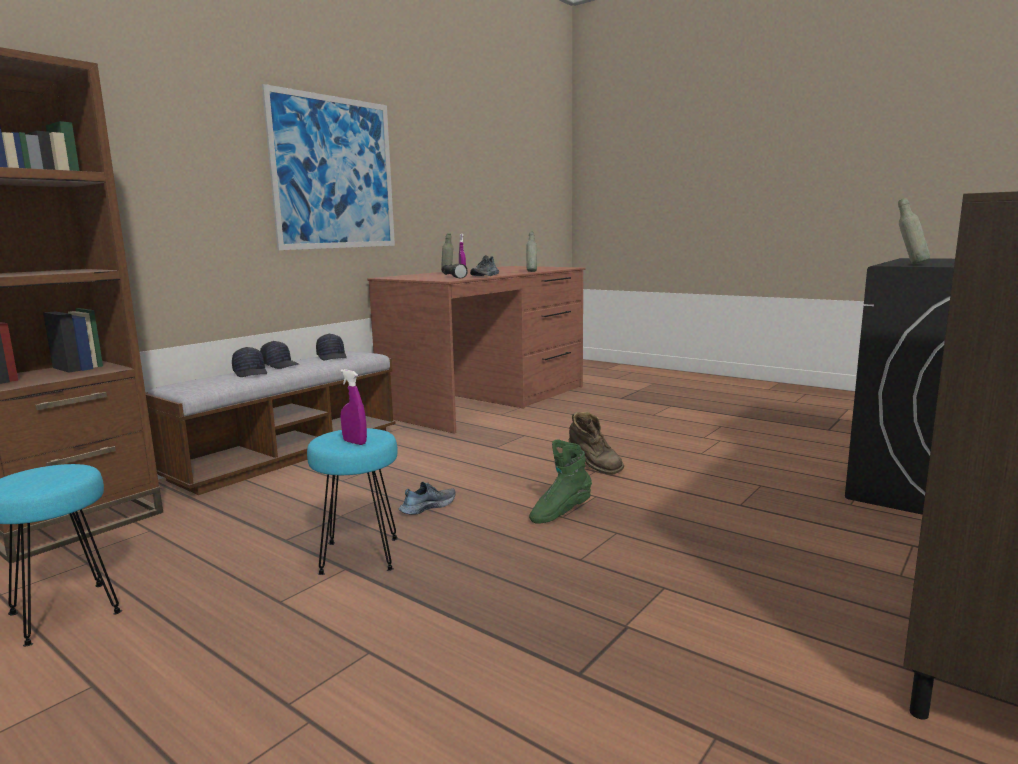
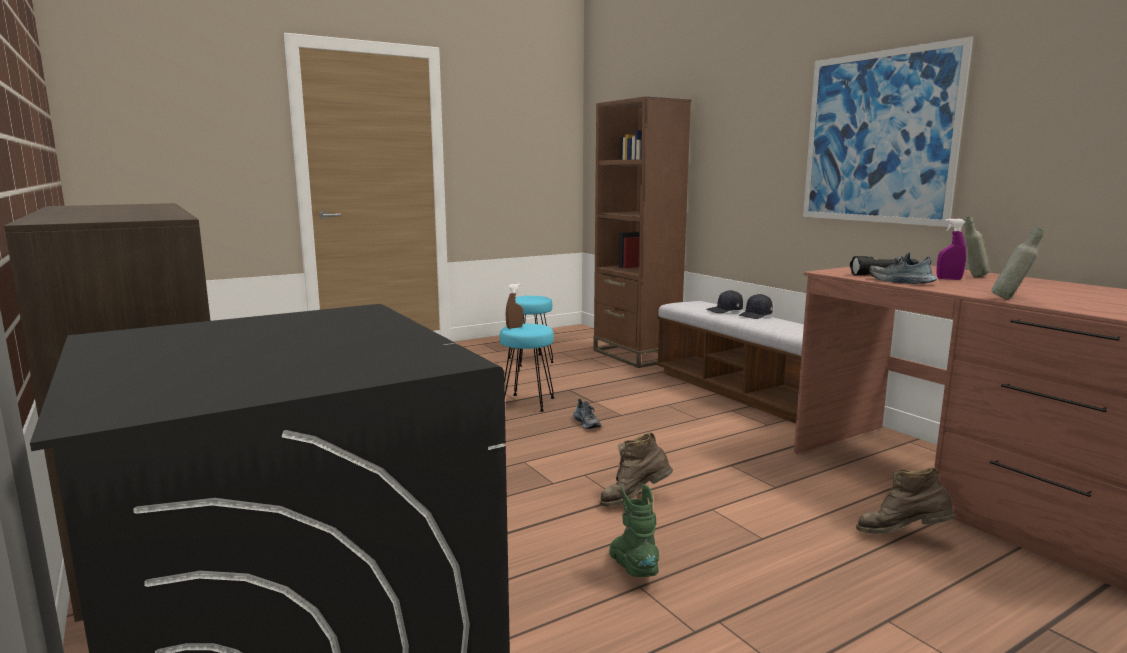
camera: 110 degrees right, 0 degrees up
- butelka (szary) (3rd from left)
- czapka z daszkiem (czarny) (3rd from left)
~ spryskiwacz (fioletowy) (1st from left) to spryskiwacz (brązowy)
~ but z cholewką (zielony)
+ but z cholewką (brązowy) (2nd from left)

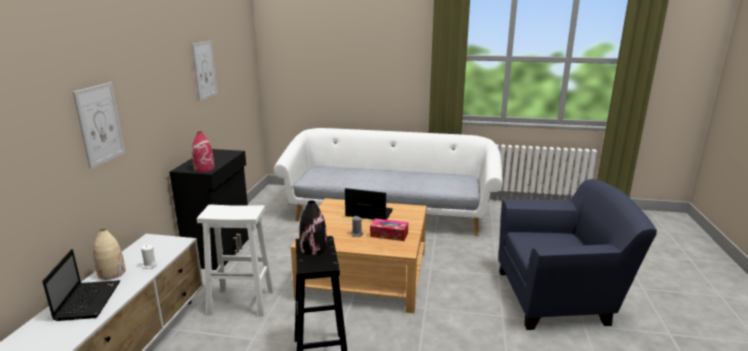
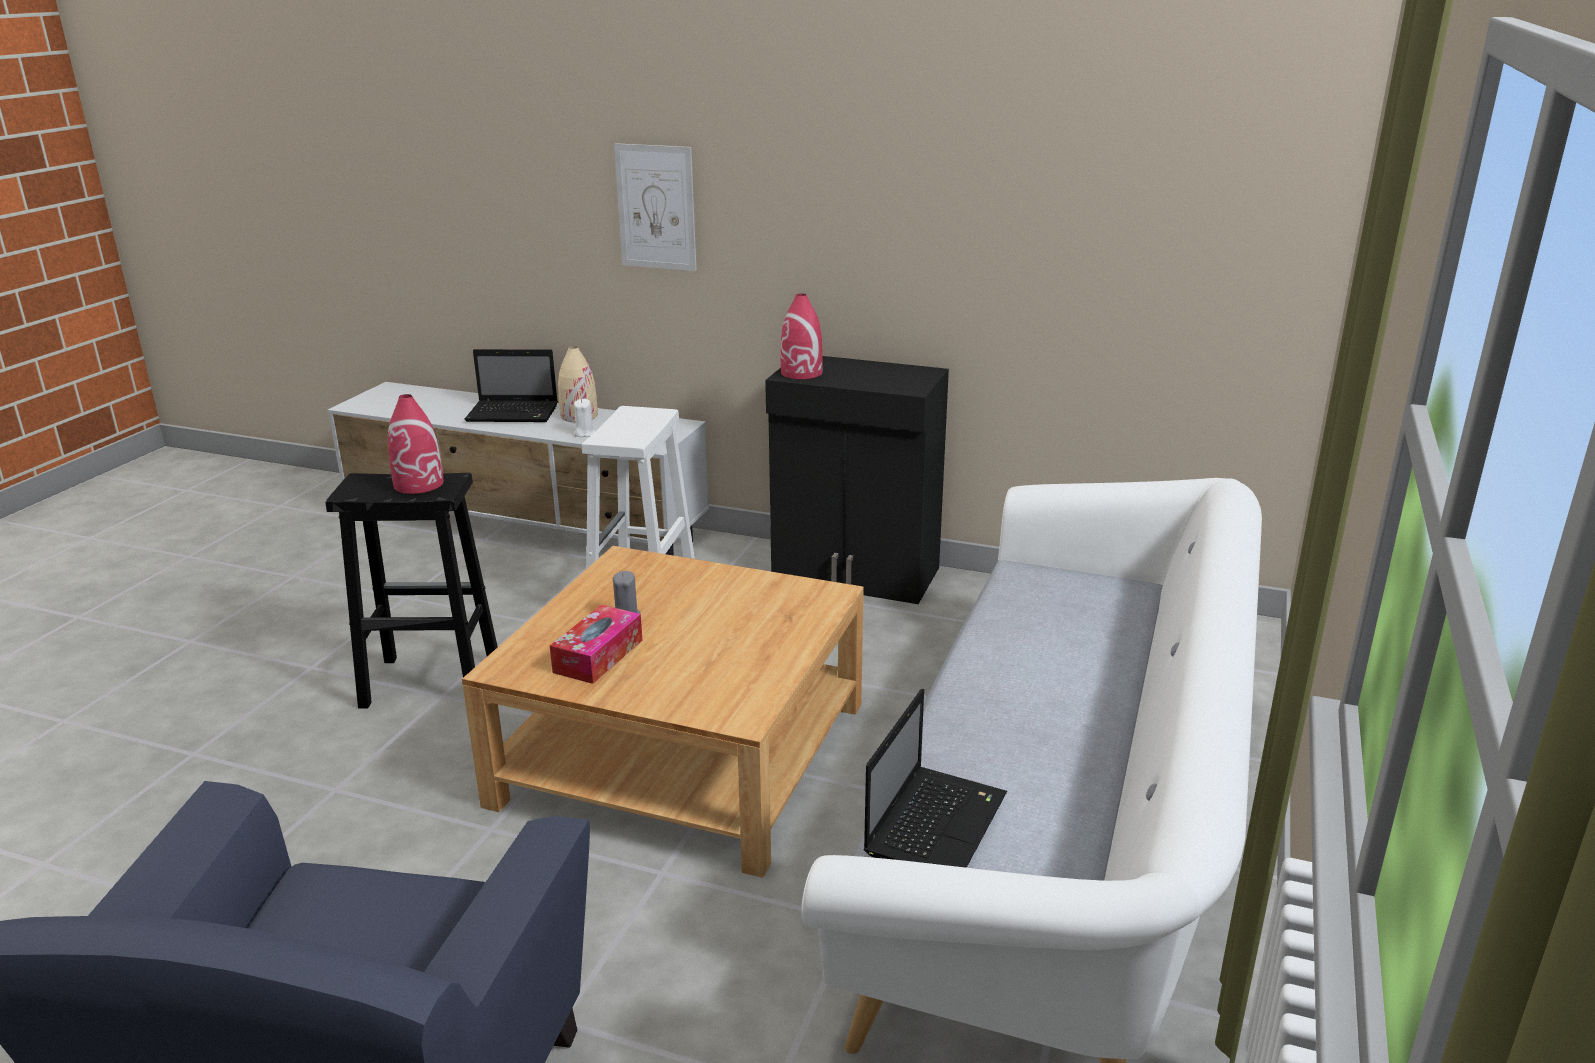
camera: 100 degrees right, 5 degrees up
- obraz (2nd from left)
~ laptop (2nd from left)
~ wazon (czarny) to wazon (czerwony) (1st from left)

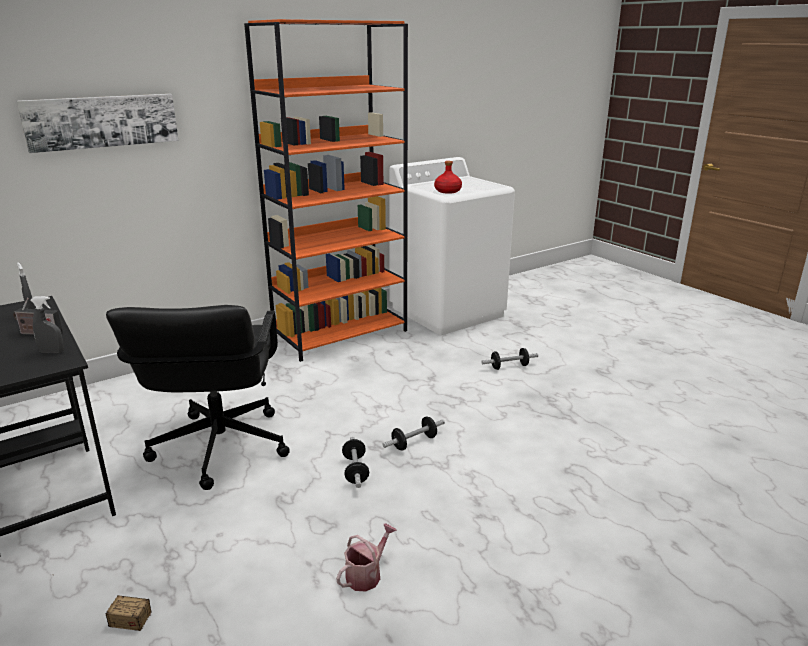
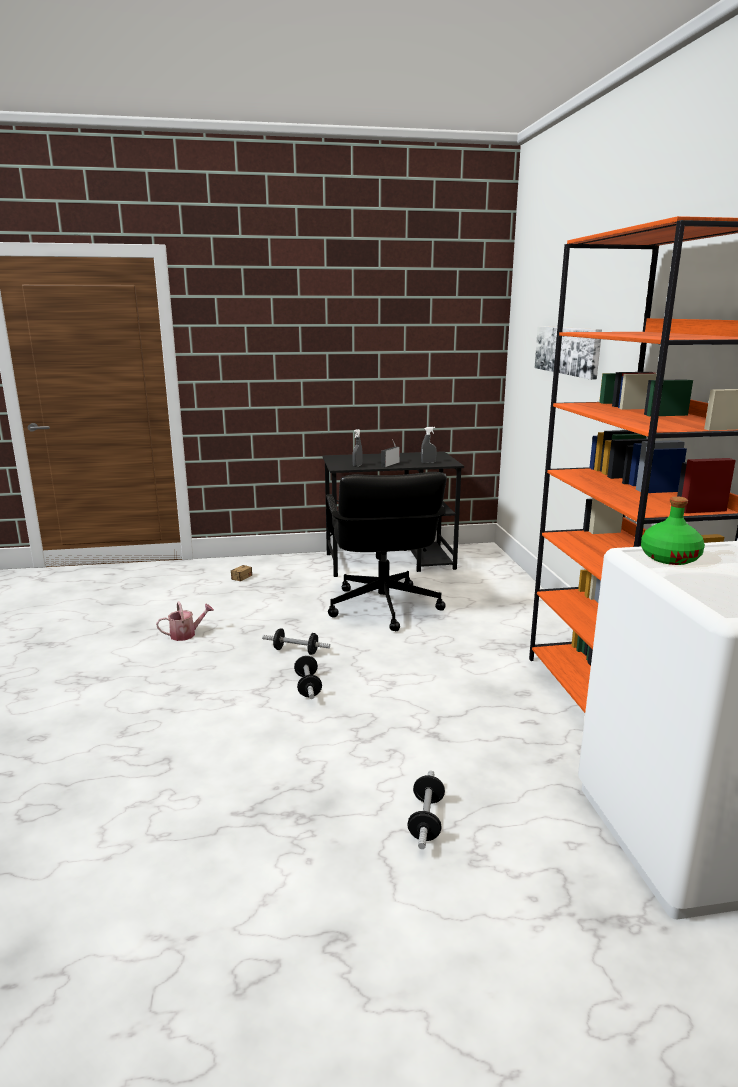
camera: 115 degrees right, 5 degrees down
~ butelka (czerwony) to butelka (zielony)
~ krzesło biurowe (czarny) 120 degrees counterclockwise
~ konewka 90 degrees counterclockwise

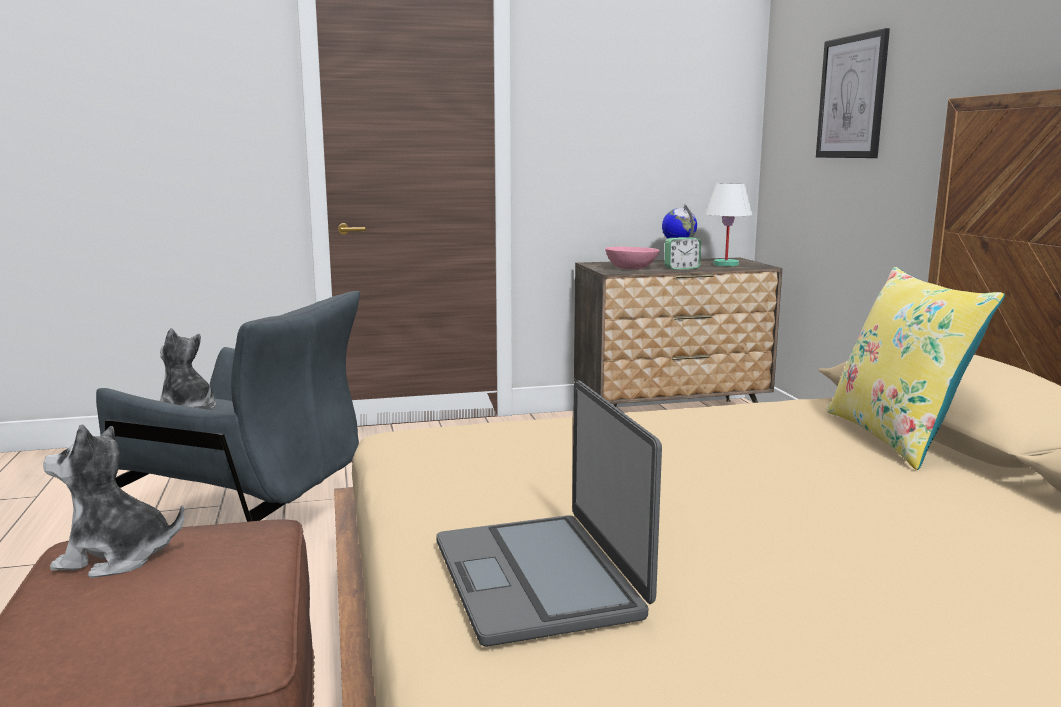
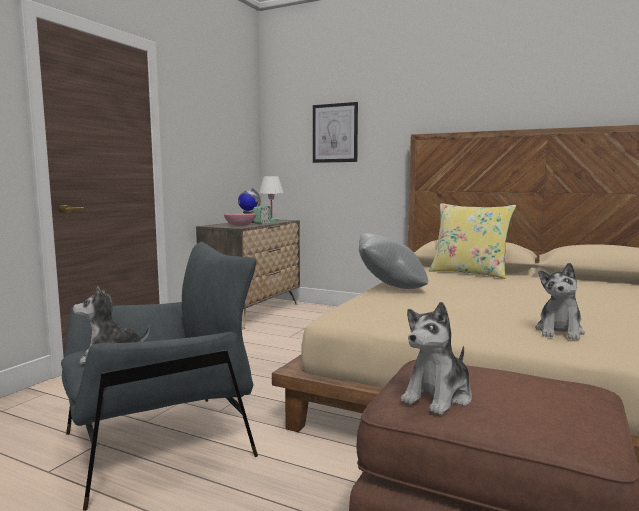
camera: 50 degrees left, 5 degrees down
~ laptop to pluszak (3rd from left)
+ poduszka (szary)

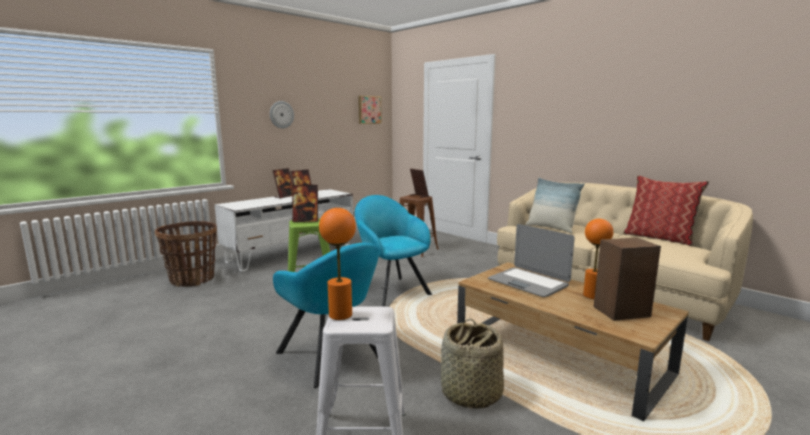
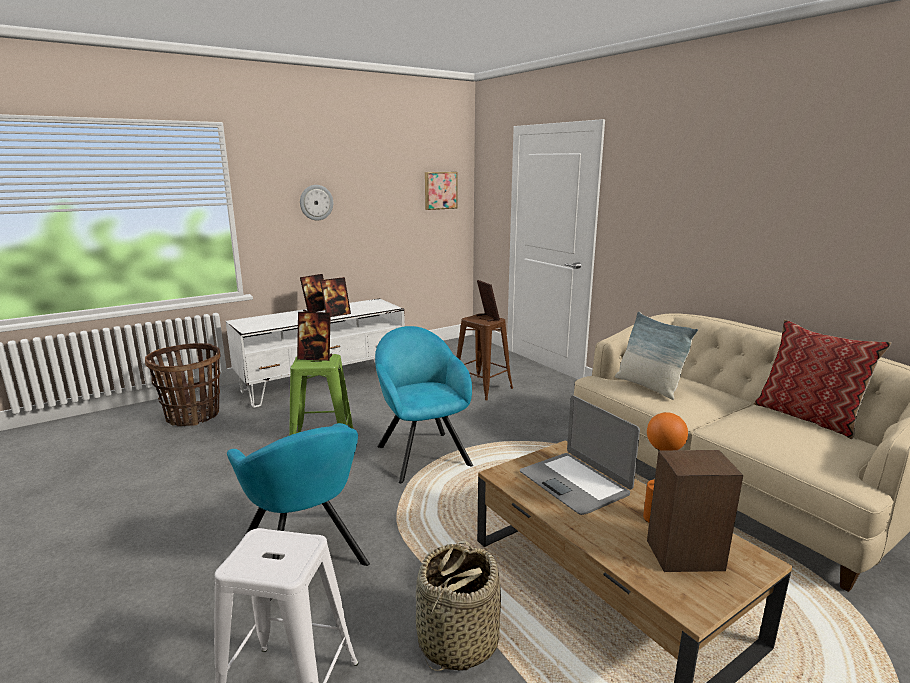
camera: 10 degrees right, 5 degrees up
- lampa stołowa (pomarańczowy) (1st from left)

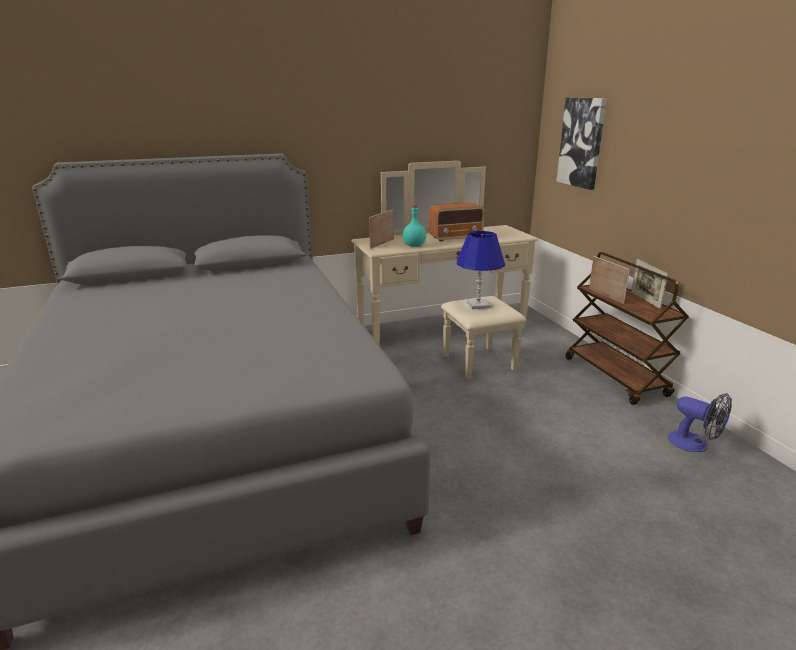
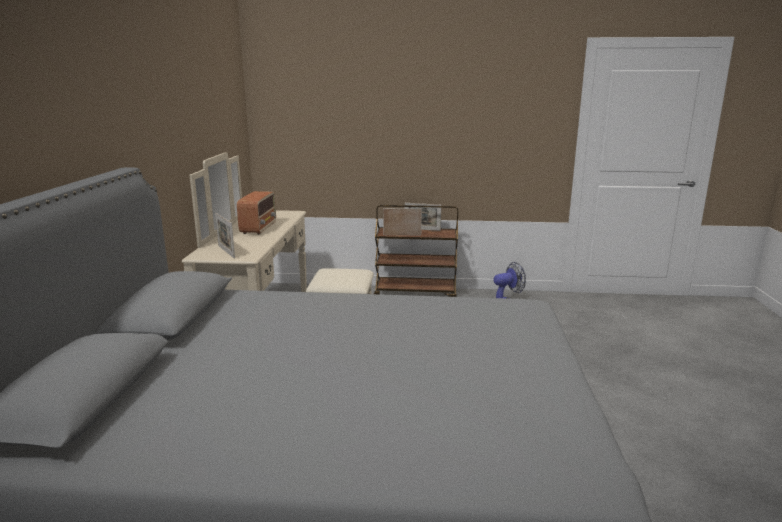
camera: 65 degrees left, 5 degrees down
- obraz
- butelka (turkusowy)
- lampa stołowa (niebieski)

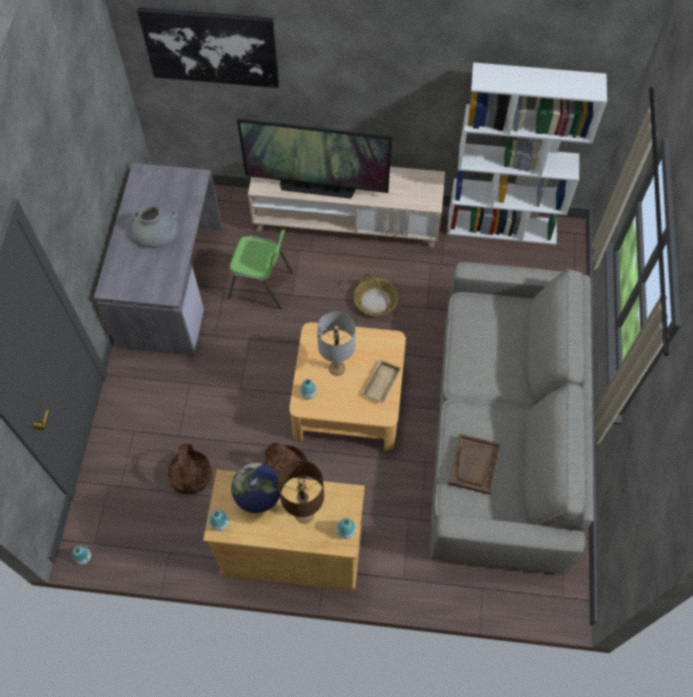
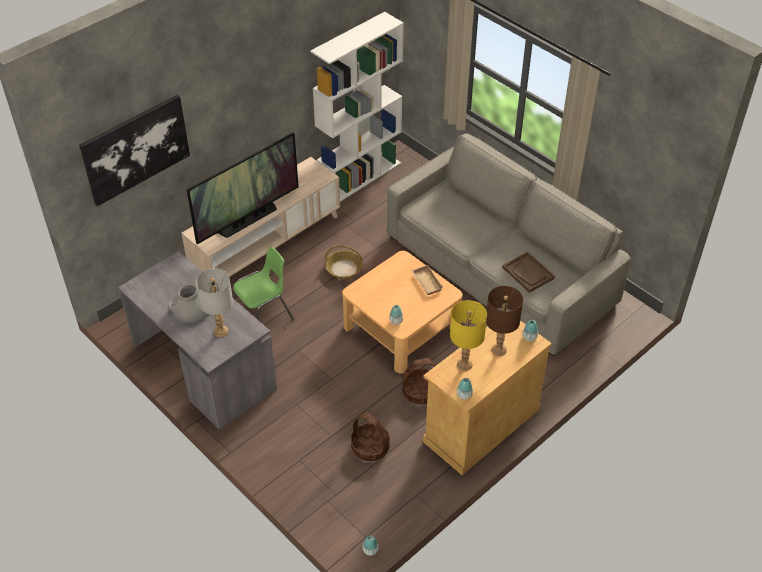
camera: 50 degrees left, 15 degrees down
~ lampa stołowa (szary)
~ globus to lampa stołowa (żółty)

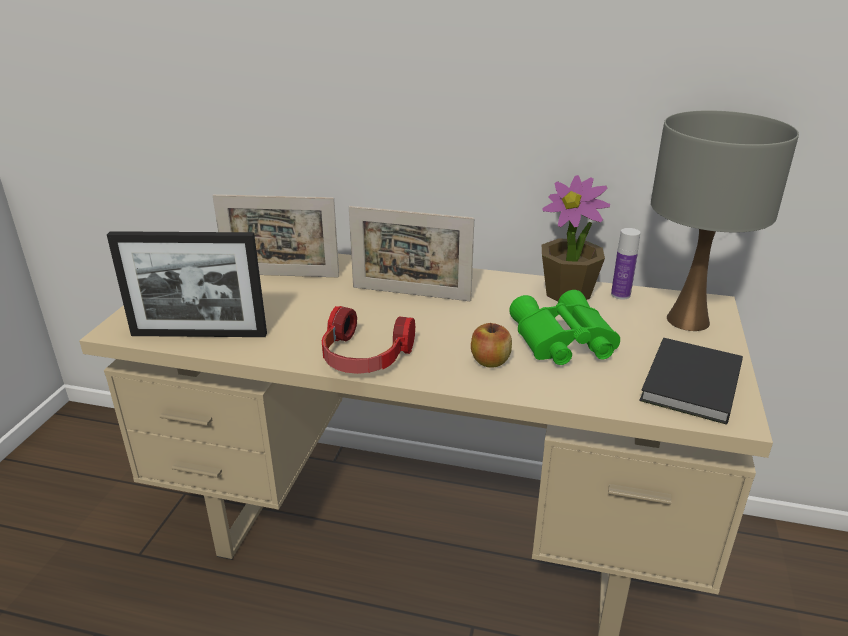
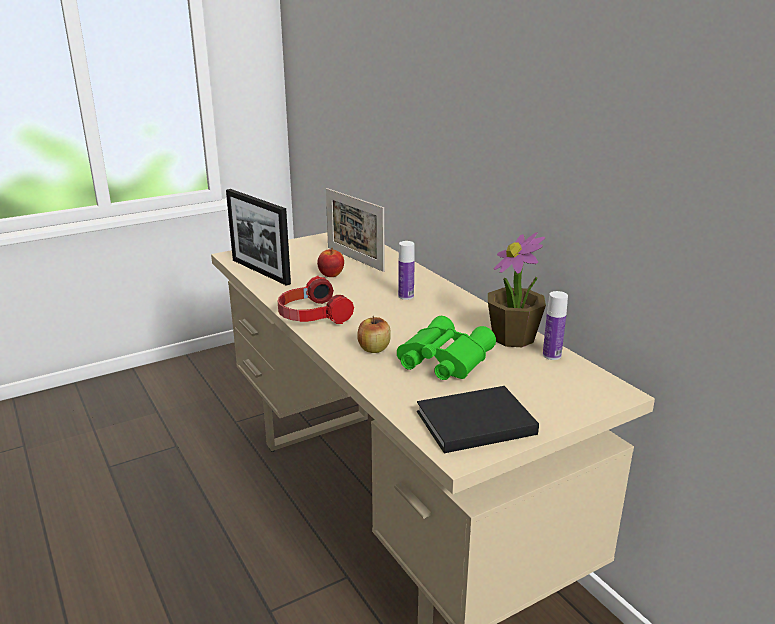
camera: 45 degrees right, 5 degrees down
- lampa stołowa (szary)
~ ramka na zdjęcie (3rd from left) to butelka (1st from left)
+ jabłko (1st from left)

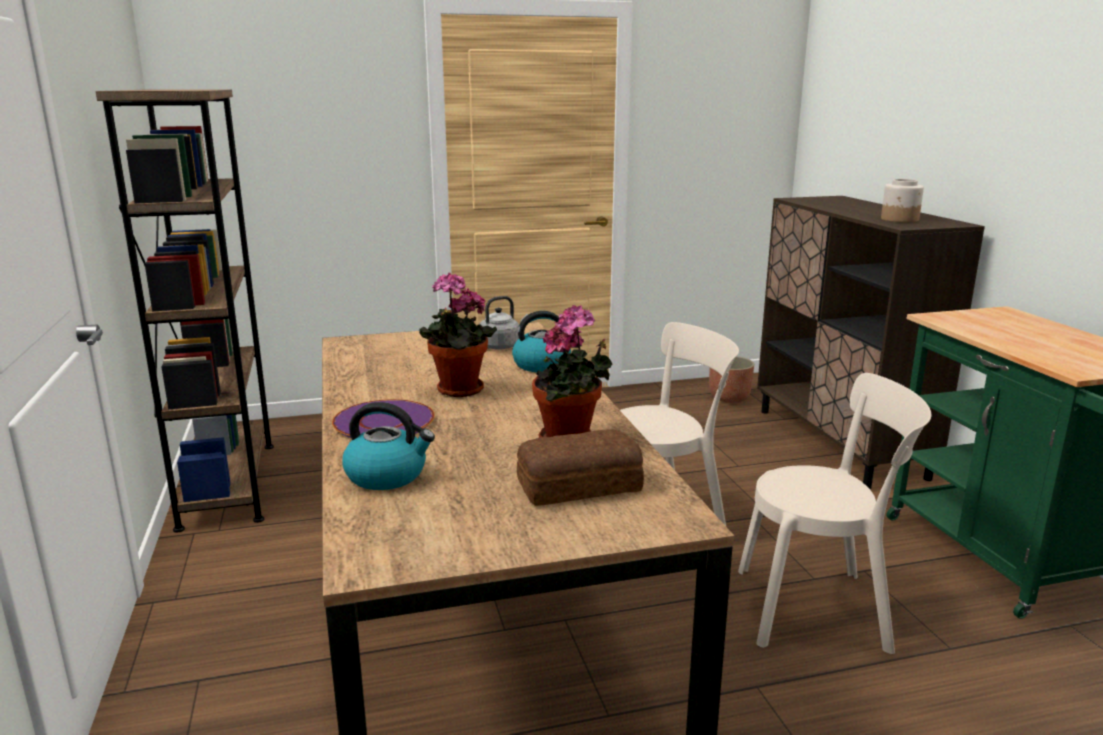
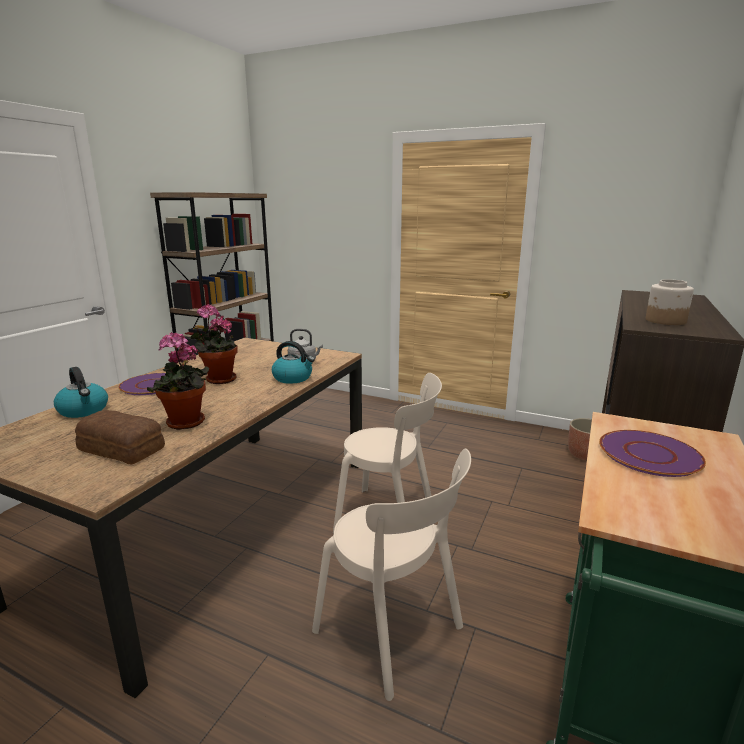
camera: 40 degrees right, 0 degrees up
+ talerz (fioletowy) (2nd from left)

